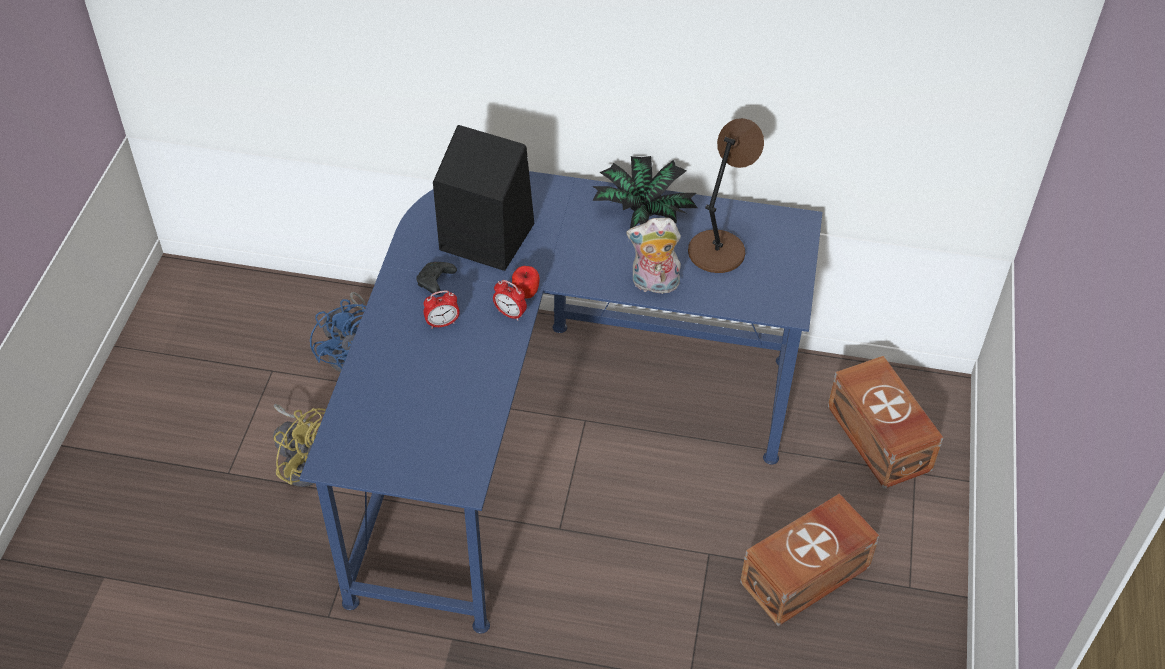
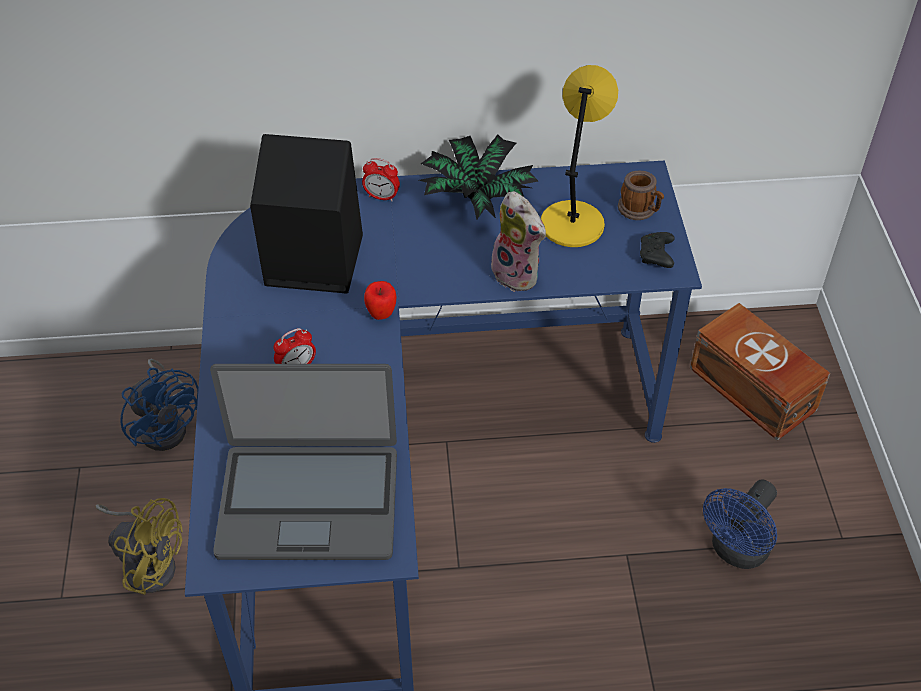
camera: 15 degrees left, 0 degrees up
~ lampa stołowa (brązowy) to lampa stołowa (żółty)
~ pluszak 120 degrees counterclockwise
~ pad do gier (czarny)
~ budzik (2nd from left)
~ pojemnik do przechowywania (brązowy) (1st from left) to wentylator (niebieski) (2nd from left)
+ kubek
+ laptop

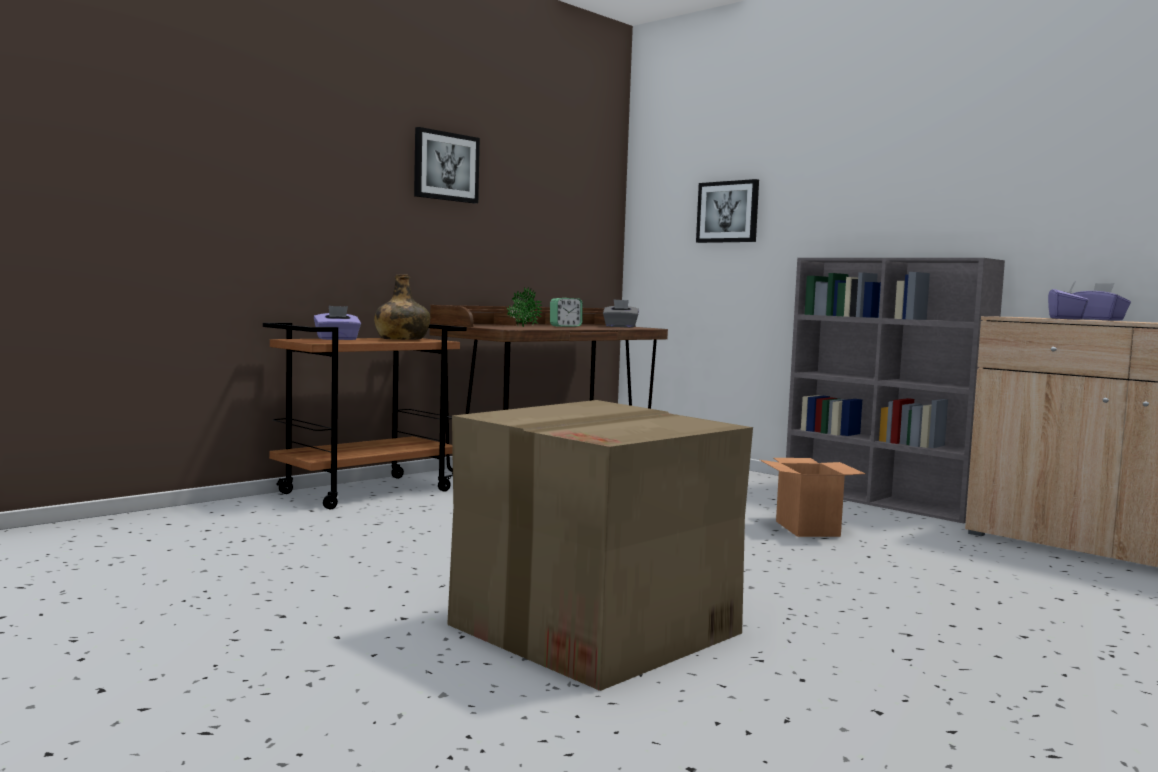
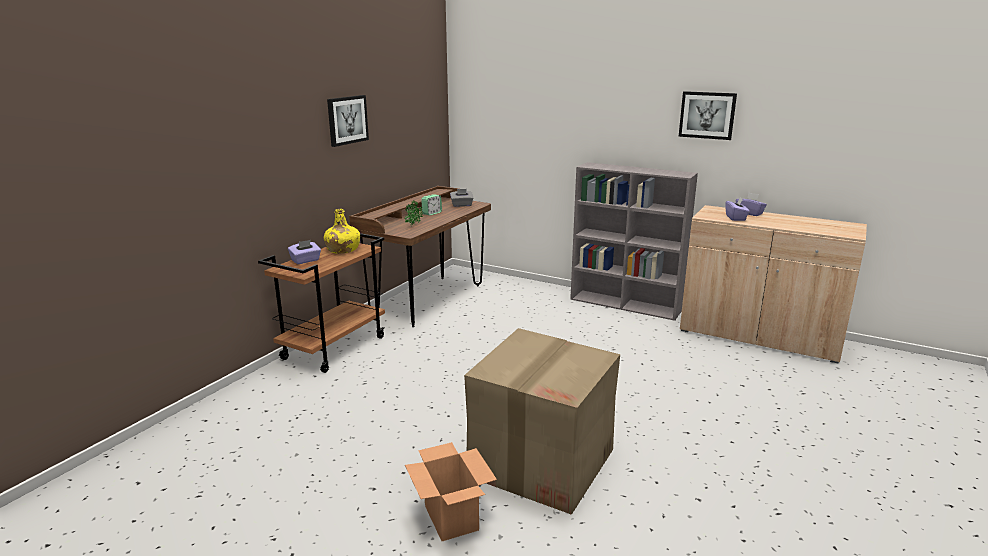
camera: 15 degrees left, 15 degrees up
~ obraz (2nd from left)
~ butelka (zielony) to butelka (żółty)
~ karton (2nd from left in the first image) to karton (1st from left)

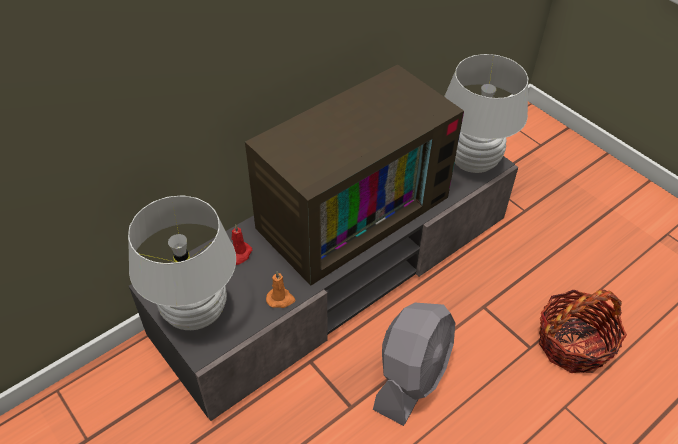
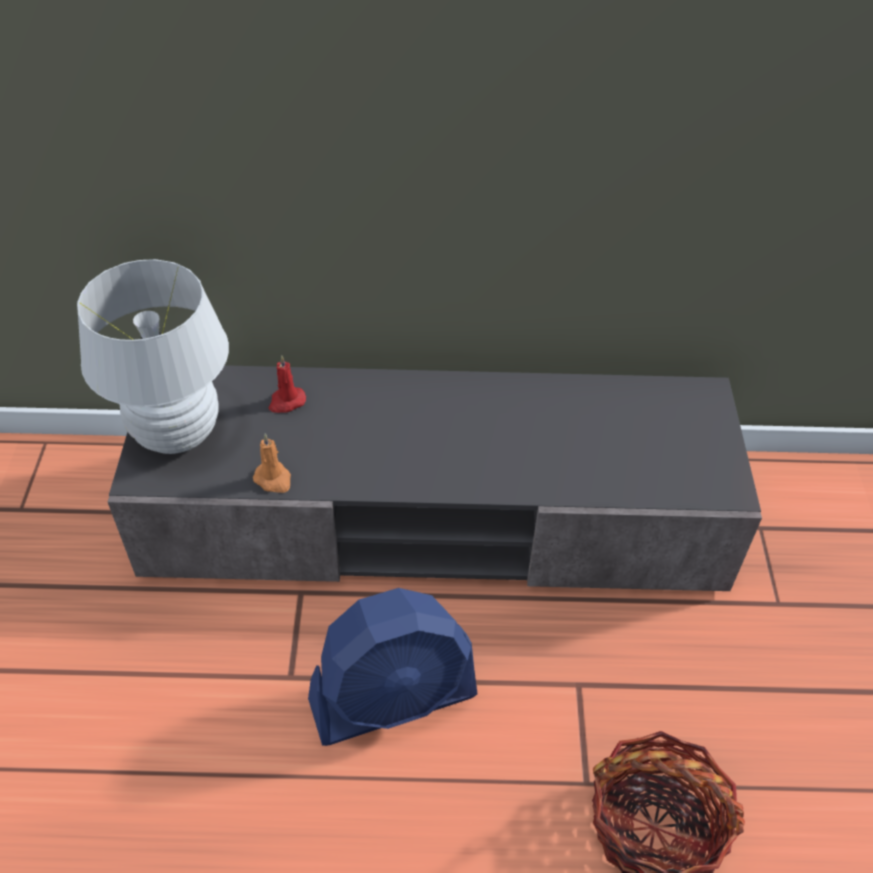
camera: 40 degrees right, 0 degrees up
- lampa stołowa (biały) (2nd from left)
- telewizor
~ wentylator (szary) to wentylator (niebieski)

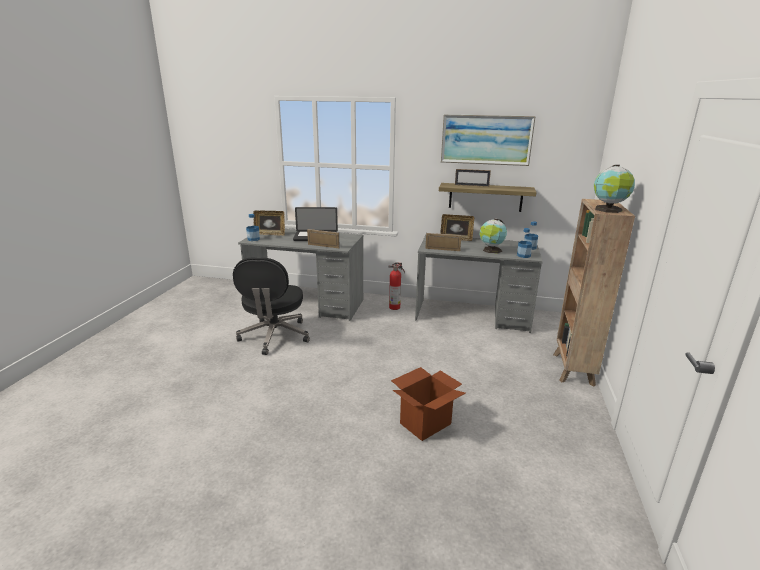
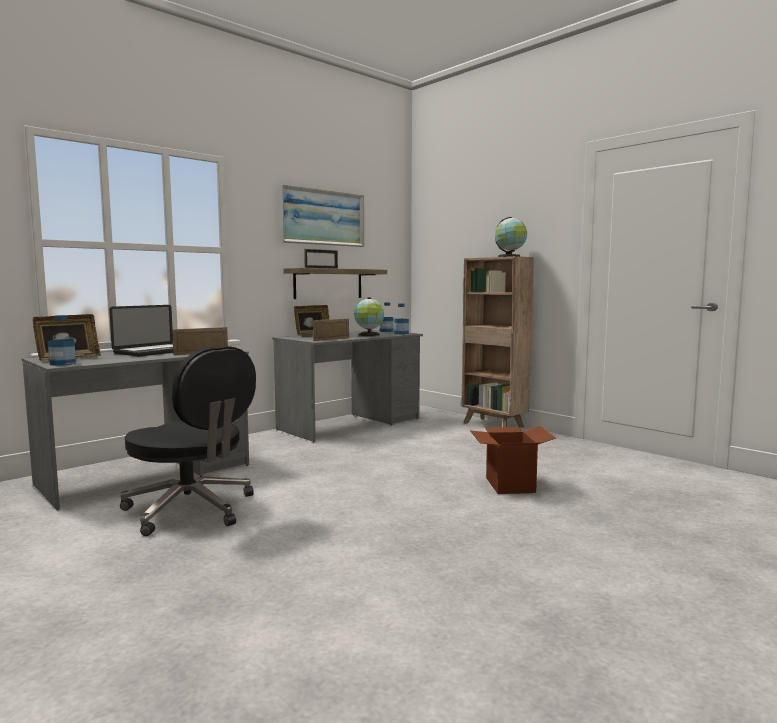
camera: 55 degrees left, 15 degrees down
- gaśnica

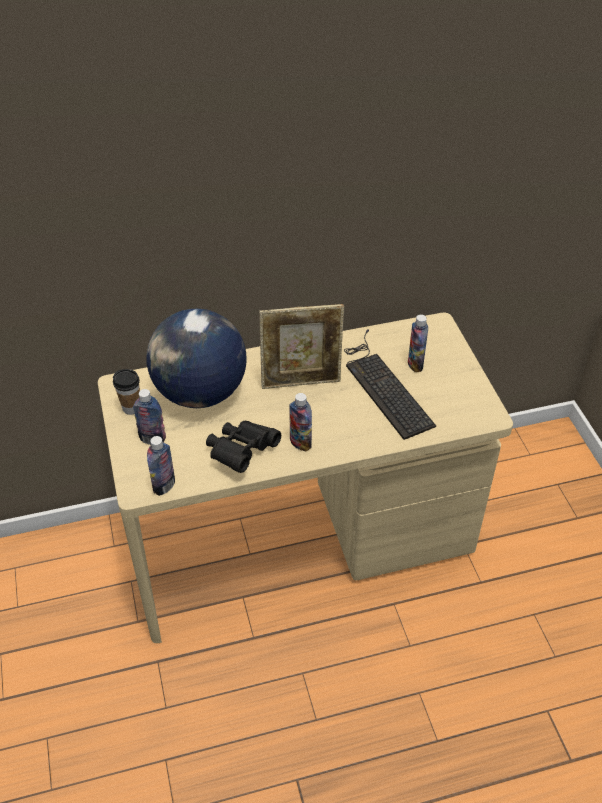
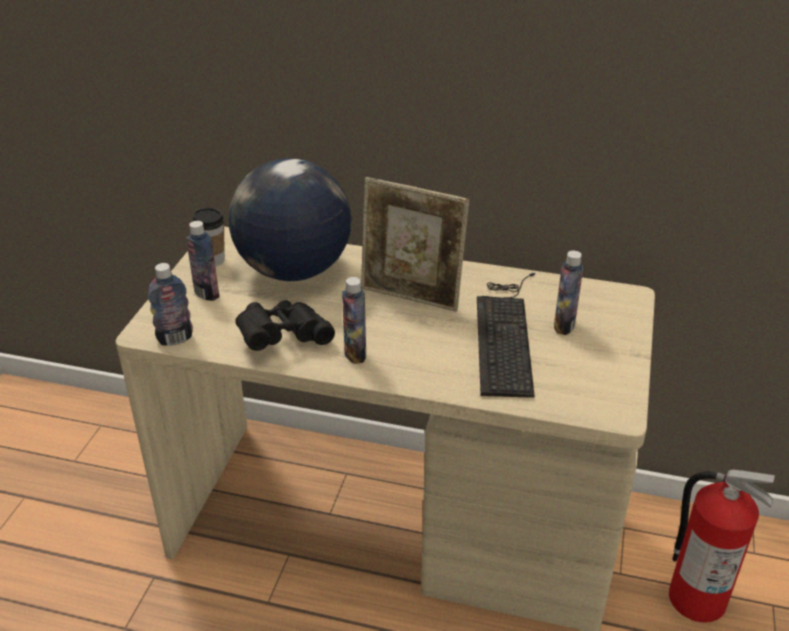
camera: 30 degrees right, 10 degrees down
+ gaśnica

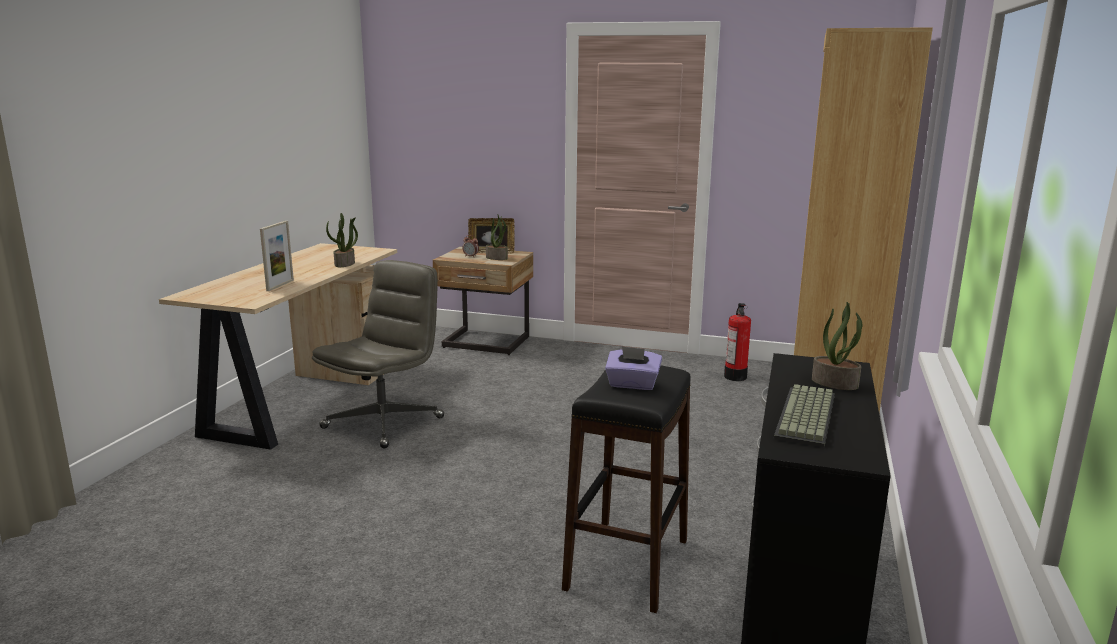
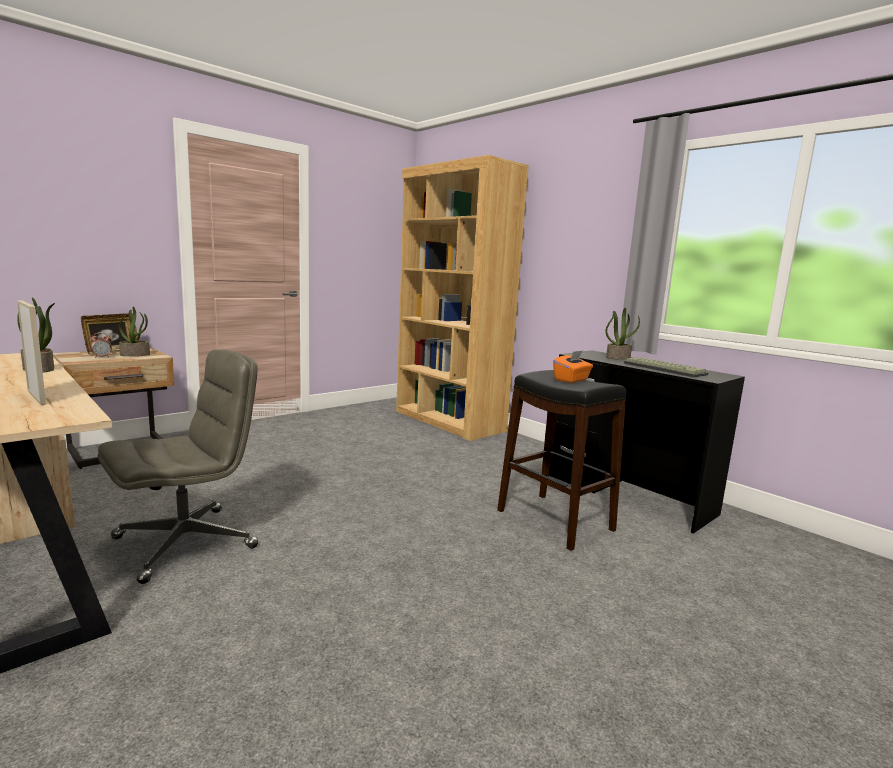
camera: 60 degrees left, 5 degrees down
~ krzesło biurowe (szary) 75 degrees clockwise
- gaśnica
~ pudełko chusteczek (fioletowy) to pudełko chusteczek (pomarańczowy)

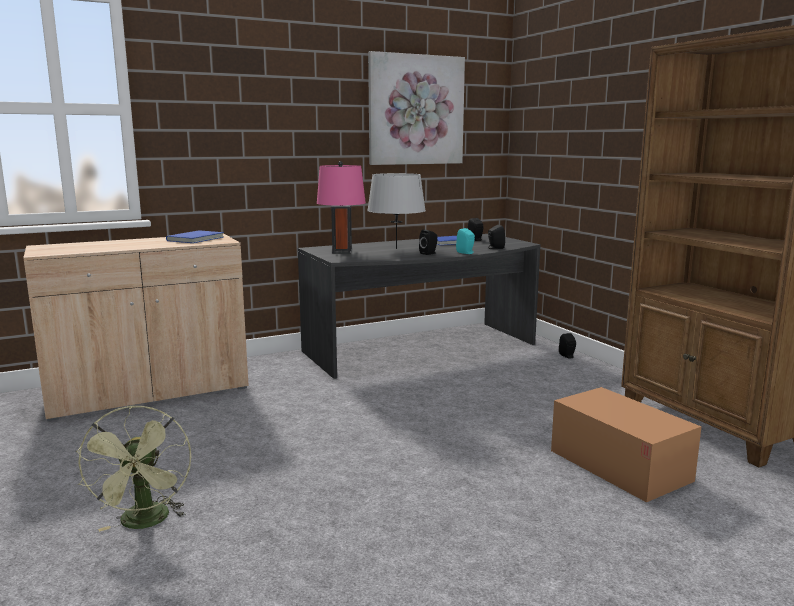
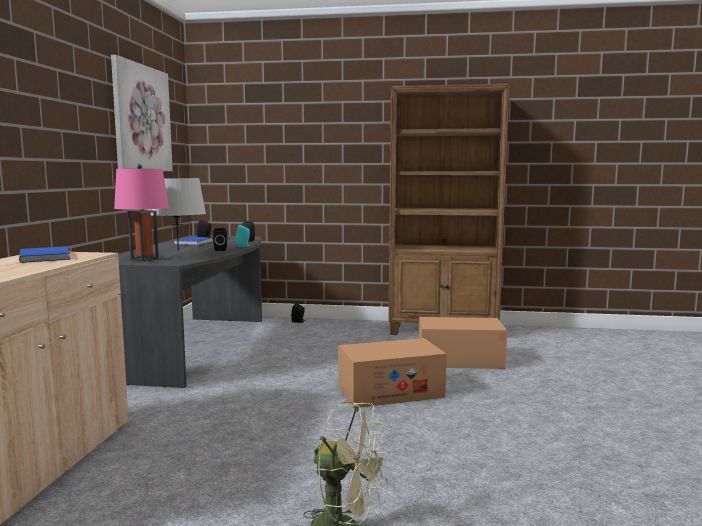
camera: 55 degrees left, 5 degrees down
+ karton (1st from left)

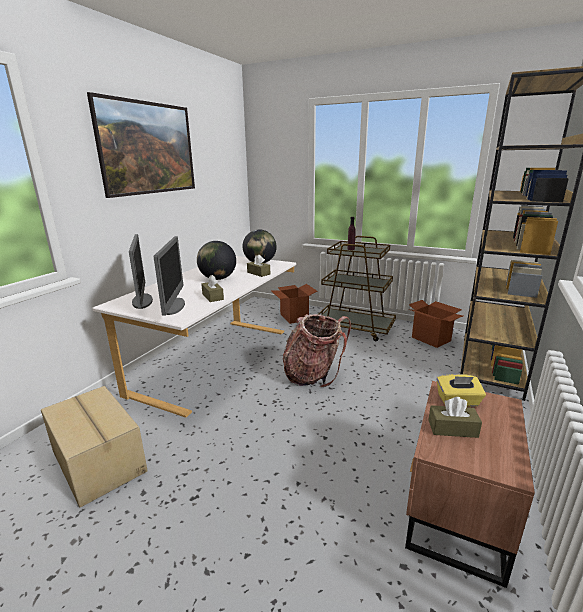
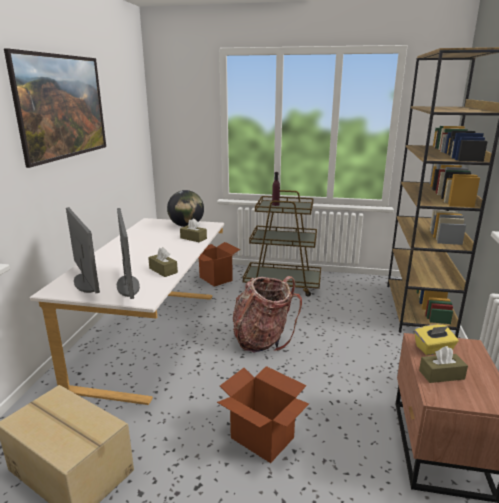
camera: 15 degrees left, 0 degrees up
- globus (1st from left)
~ karton (3rd from left)

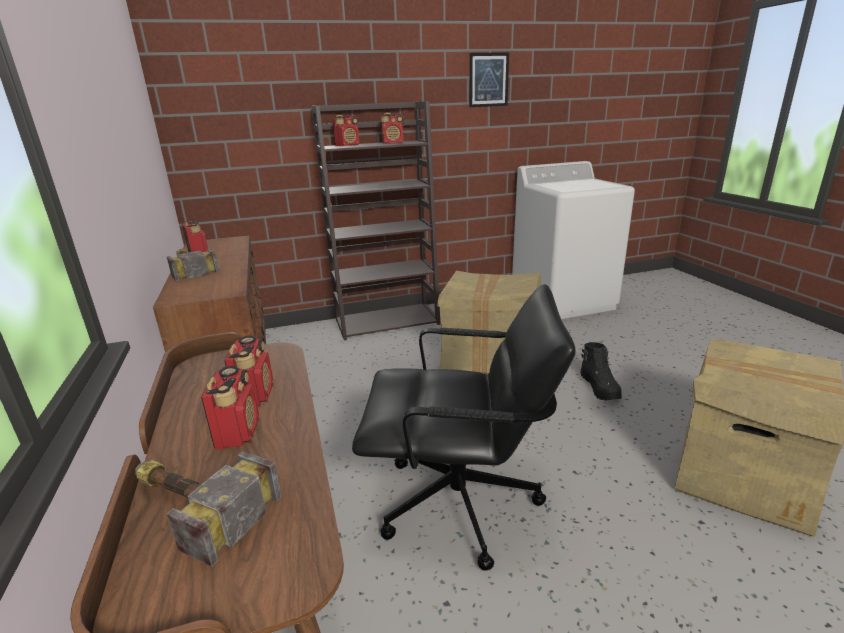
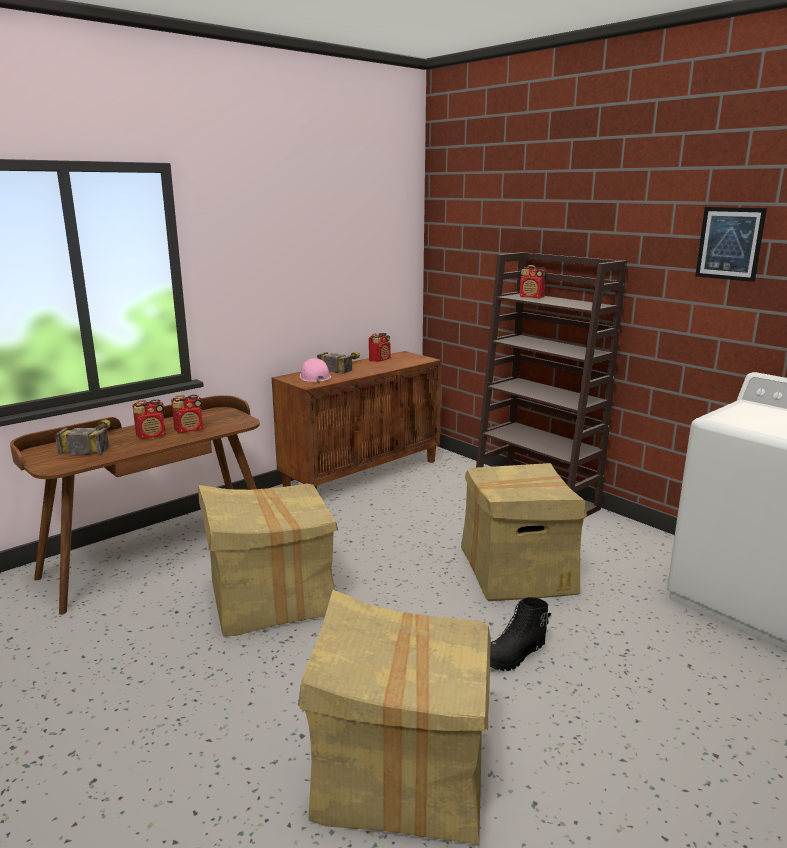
camera: 65 degrees right, 5 degrees down
- radio (5th from left)
~ krzesło biurowe (czarny) to karton (1st from left)
+ kask (różowy)

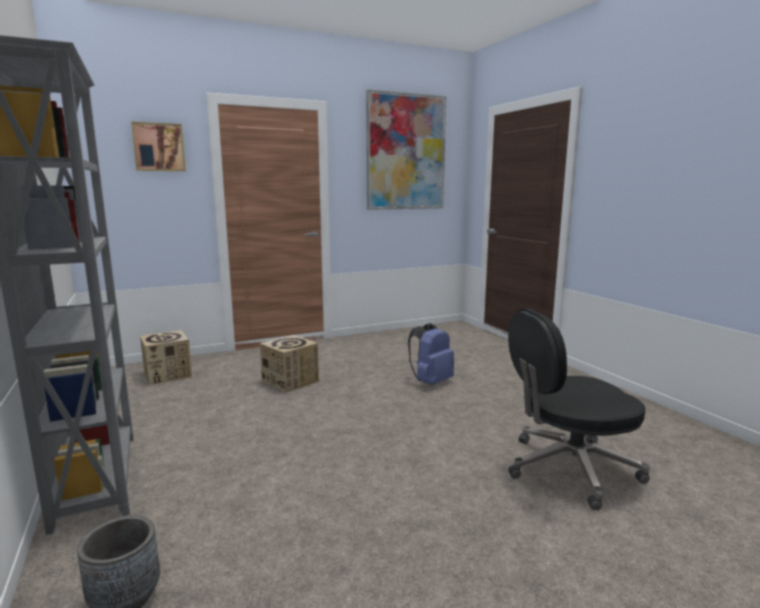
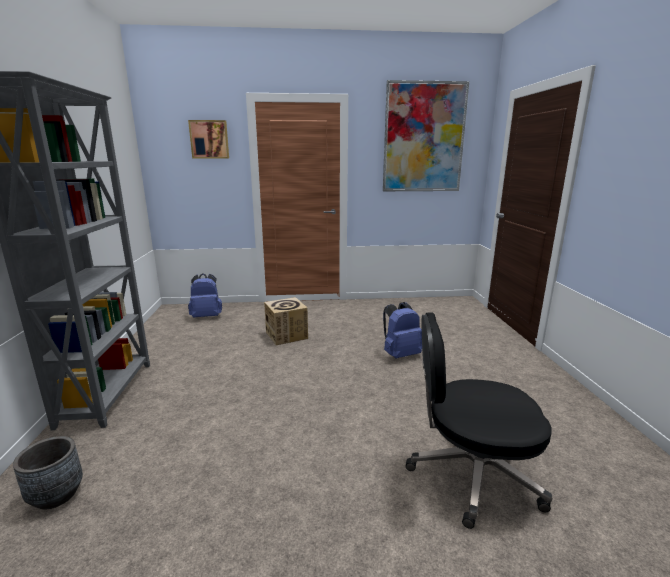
camera: 20 degrees right, 5 degrees up
~ karton (1st from left) to plecak (niebieski) (1st from left)

